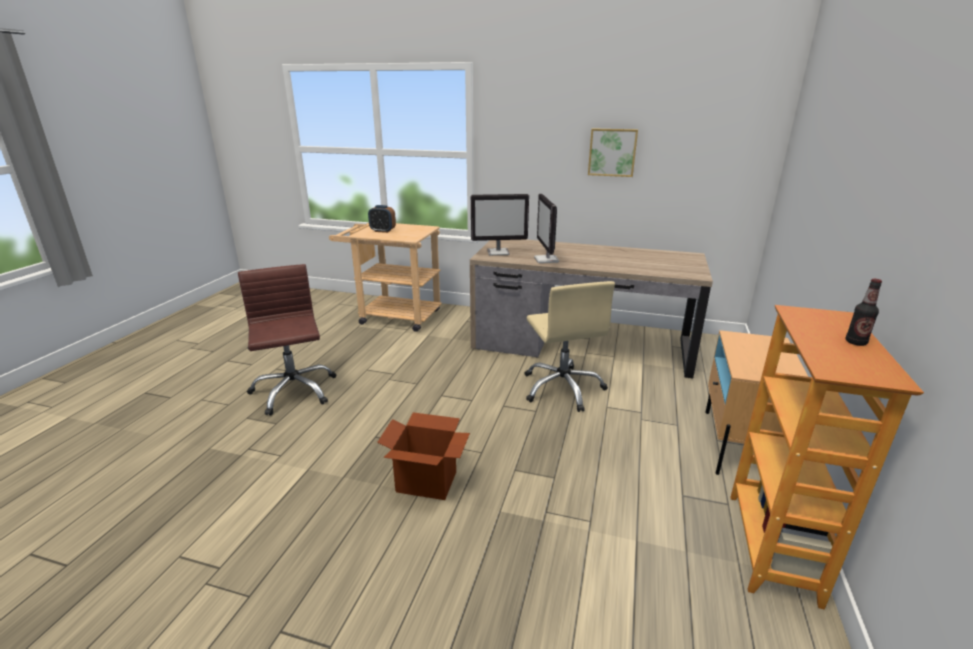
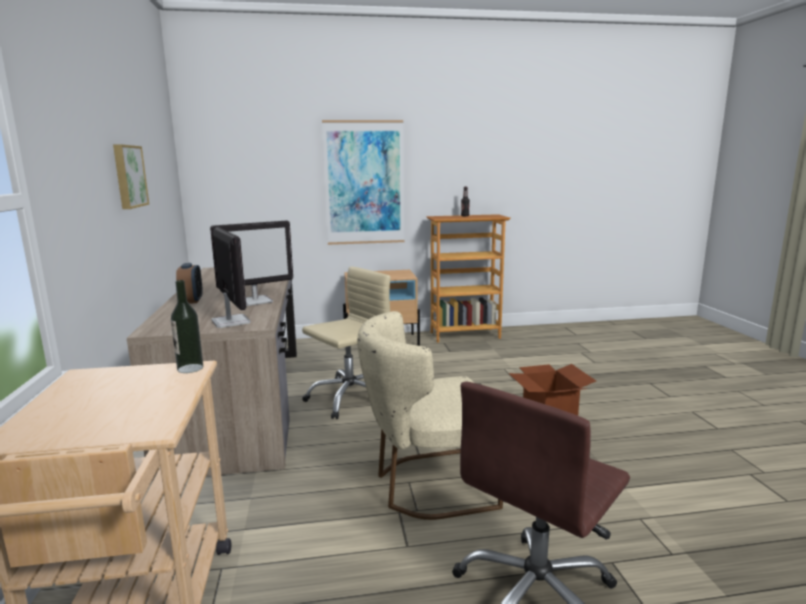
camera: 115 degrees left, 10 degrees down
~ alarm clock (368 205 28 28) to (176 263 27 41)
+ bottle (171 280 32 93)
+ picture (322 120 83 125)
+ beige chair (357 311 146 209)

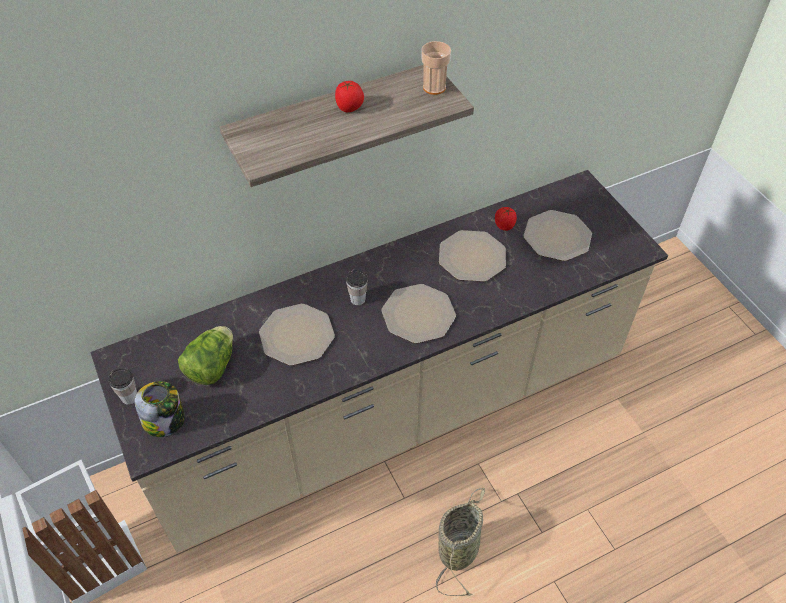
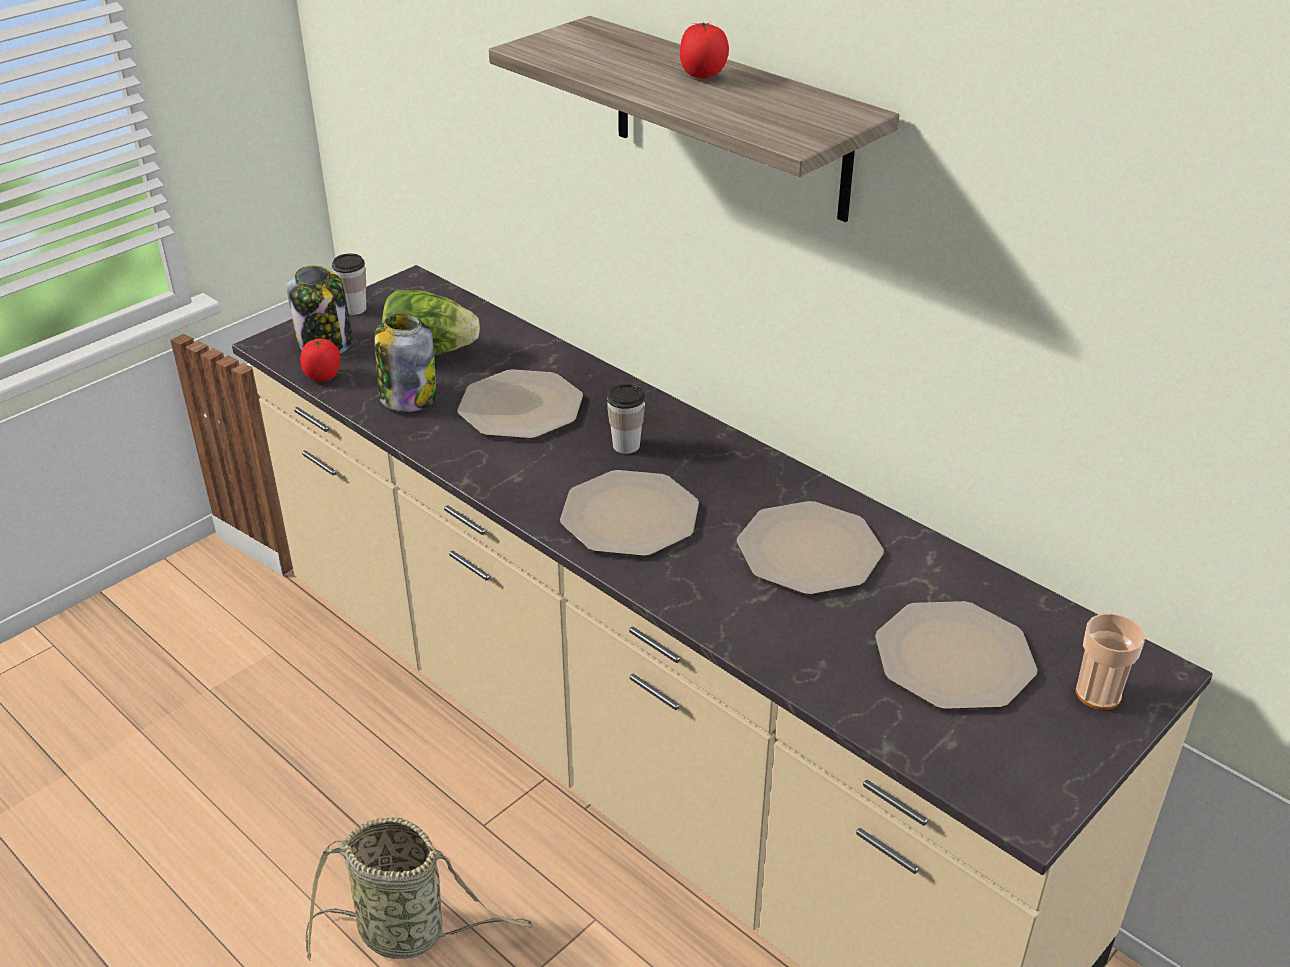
camera: 70 degrees right, 15 degrees down
~ cup (421 41 30 54) to (1075 613 70 97)
~ tomato (495 207 22 24) to (300 338 40 44)
+ jar (375 314 61 98)

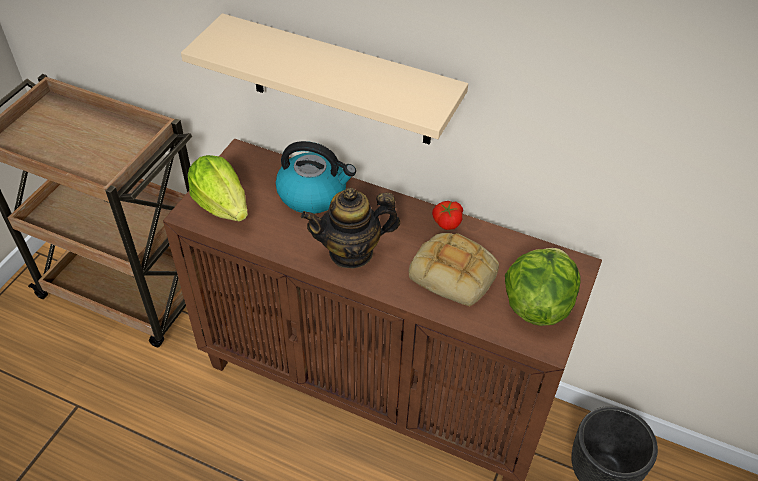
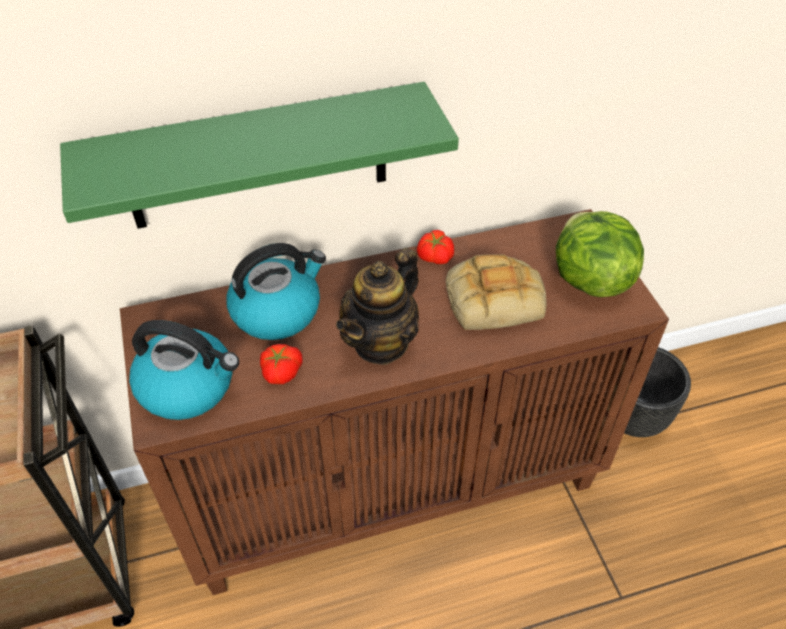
camera: 40 degrees left, 0 degrees up
~ beige shelf (181 13 287 131) to green shelf (60 82 399 147)
~ lettuce (188 155 60 67) to kettle (129 320 110 100)
+ tomato (260 344 43 40)

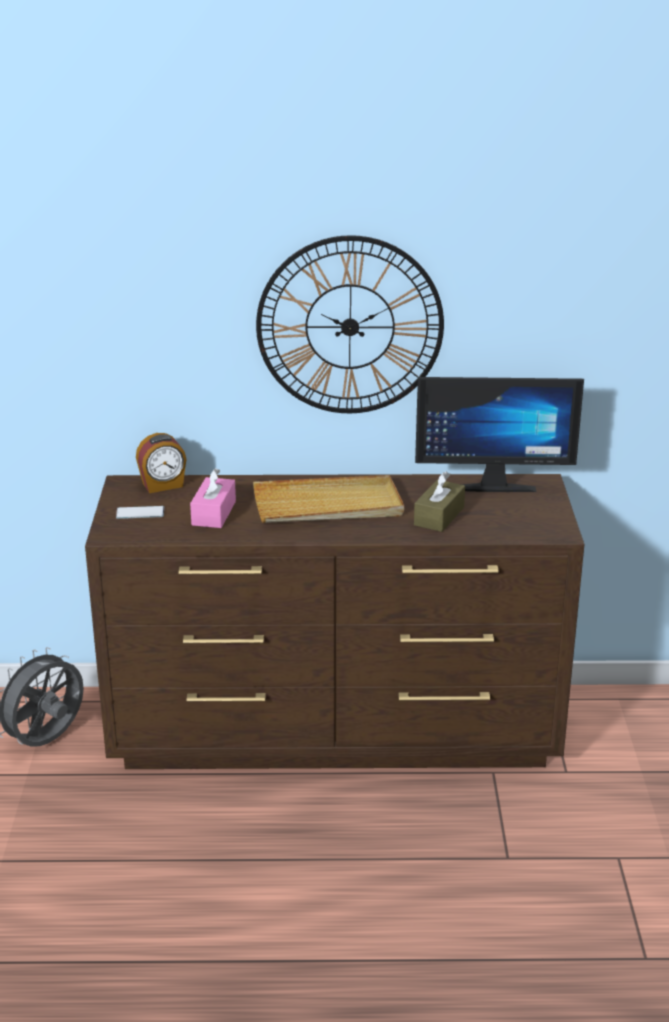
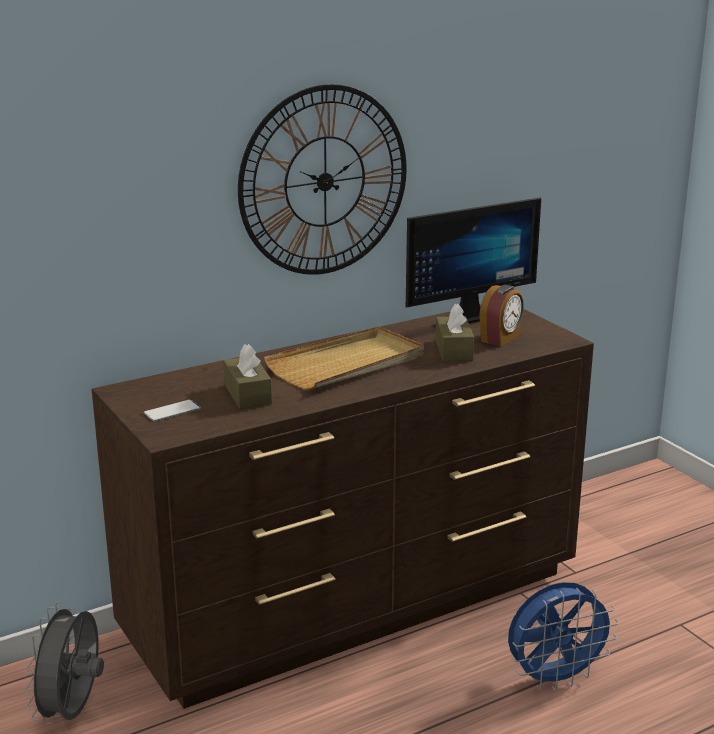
camera: 30 degrees left, 5 degrees down
~ alarm clock (136 433 50 60) to (479 285 45 62)
~ pink tissue box (190 468 46 60) to brown tissue box (223 344 49 65)
+ blue fan (508 582 110 108)

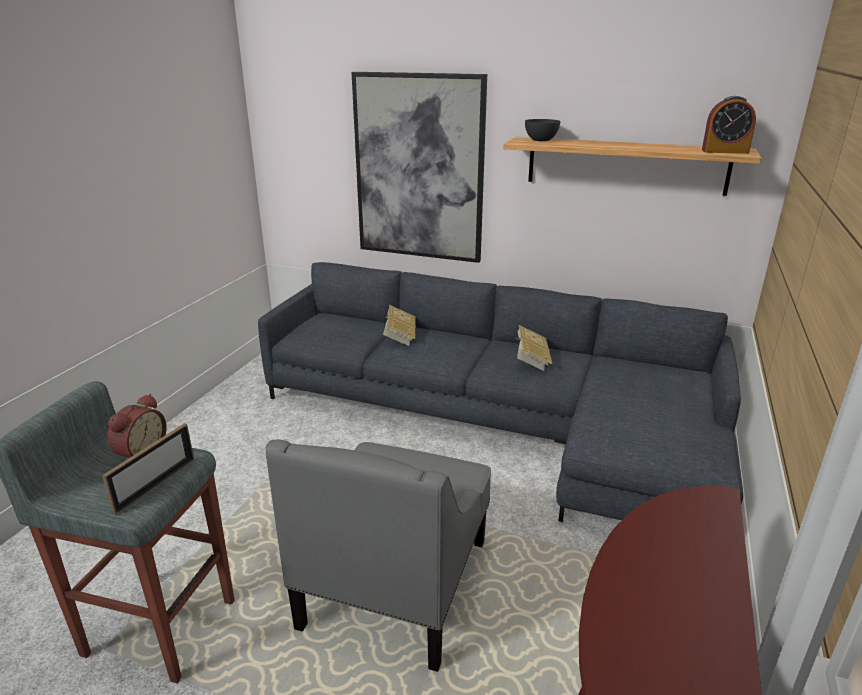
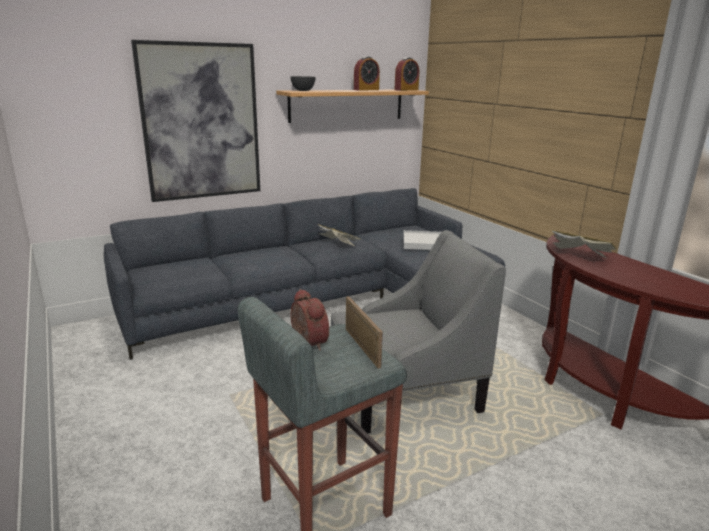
camera: 50 degrees left, 5 degrees down
~ grey armchair (265 439 226 233) = (331 230 175 203) 75 degrees counterclockwise
~ book (383 305 33 41) to (551 230 66 29)
+ alarm clock (354 57 26 34)
+ white tray (403 230 38 20)

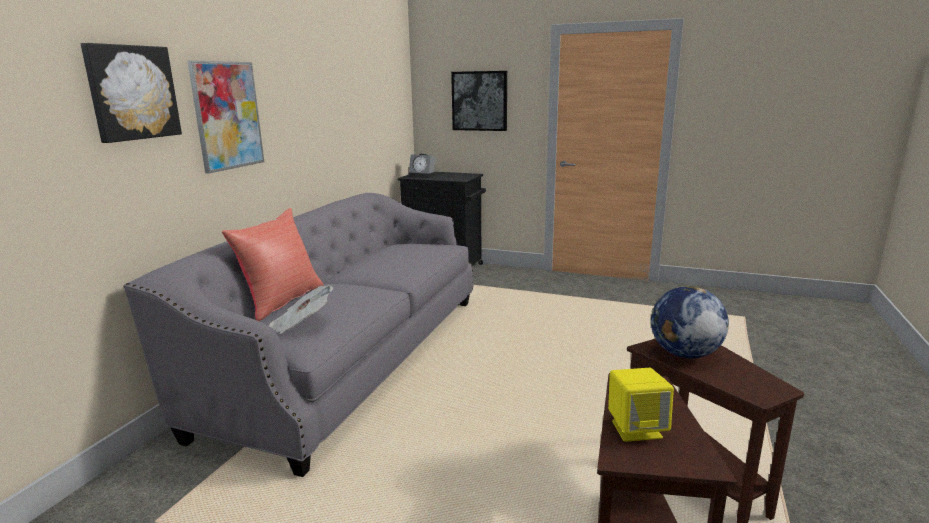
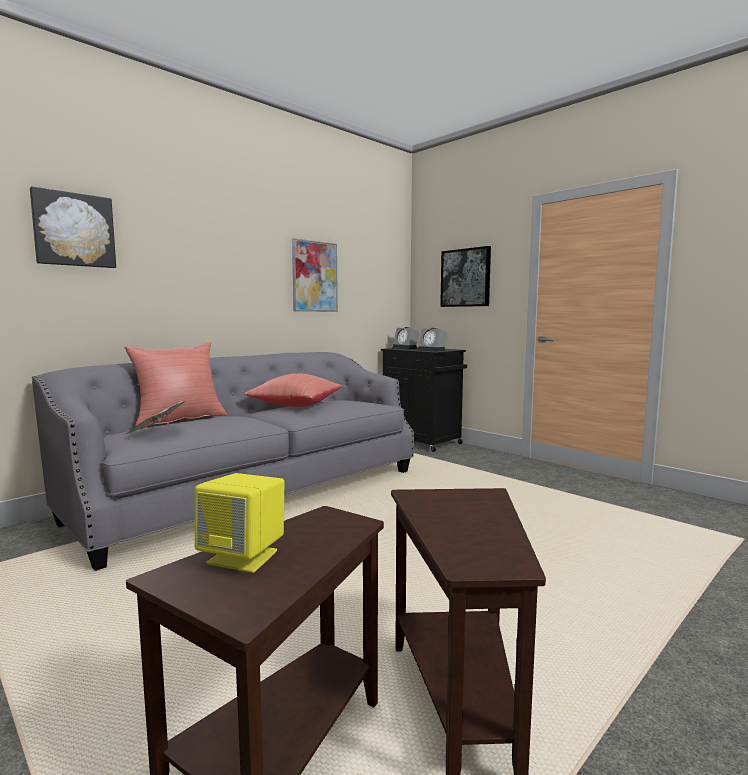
camera: 25 degrees right, 10 degrees down
~ picture (188 60 76 114) to (292 238 46 74)
- globe (651 286 78 72)
+ red pillow (245 373 97 34)
+ alarm clock (417 328 30 24)

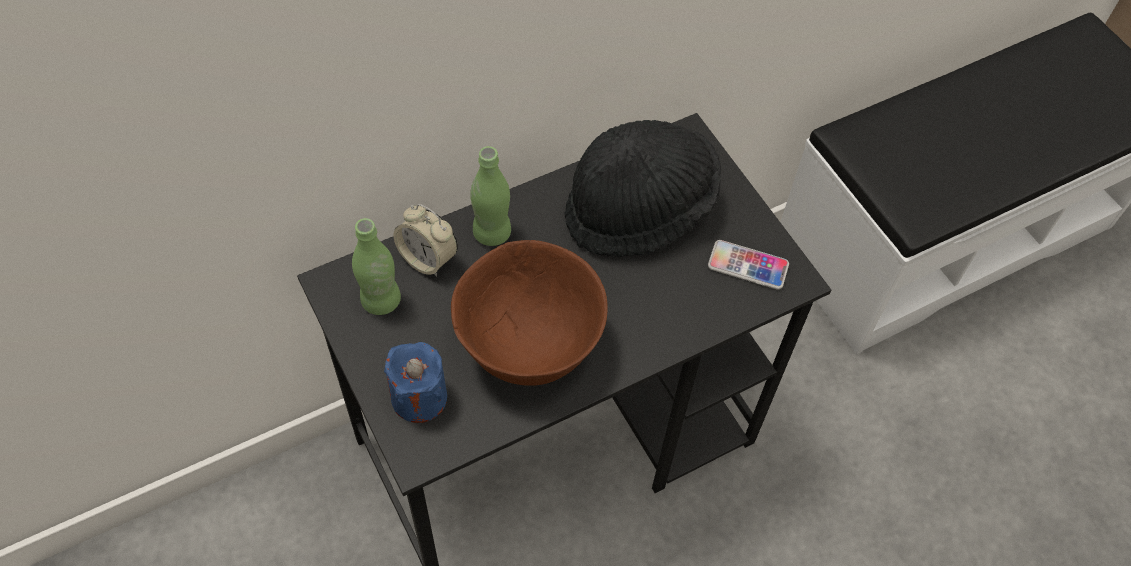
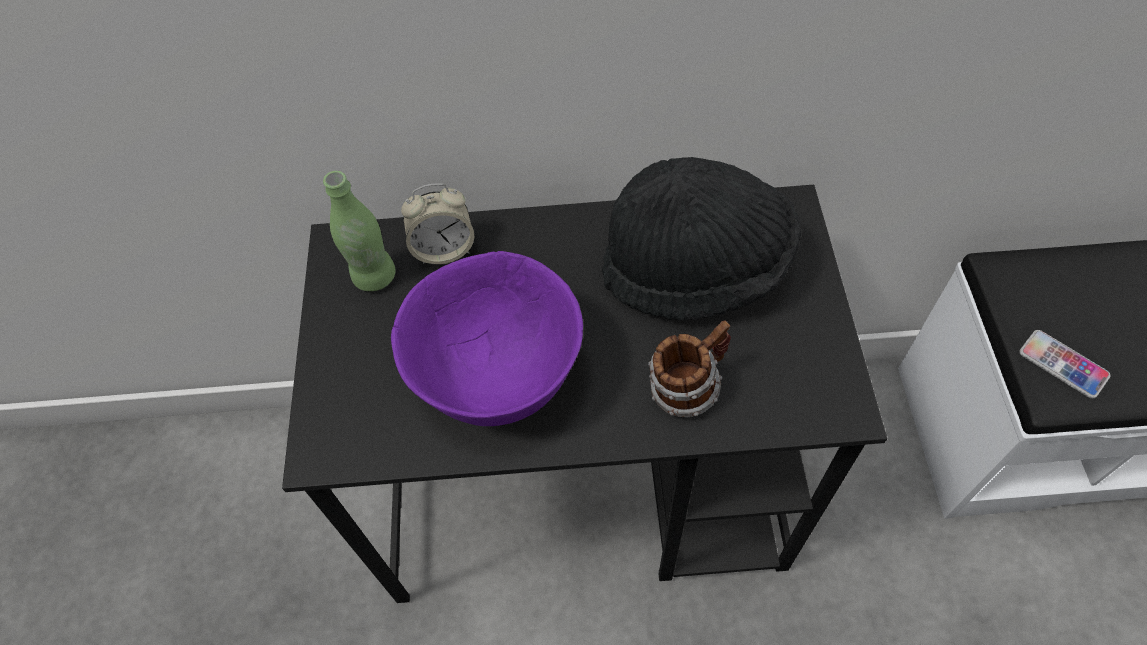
camera: 30 degrees right, 0 degrees up
- blue candle (384 342 63 81)
~ alarm clock (393 204 65 73) = (401 183 73 81) 75 degrees counterclockwise
~ brown bowl (451 240 157 146) to purple bowl (391 251 192 175)
- green bottle (470 146 41 100)
~ phone (708 240 81 49) to (1020 330 91 69)
+ mug (648 320 83 97)

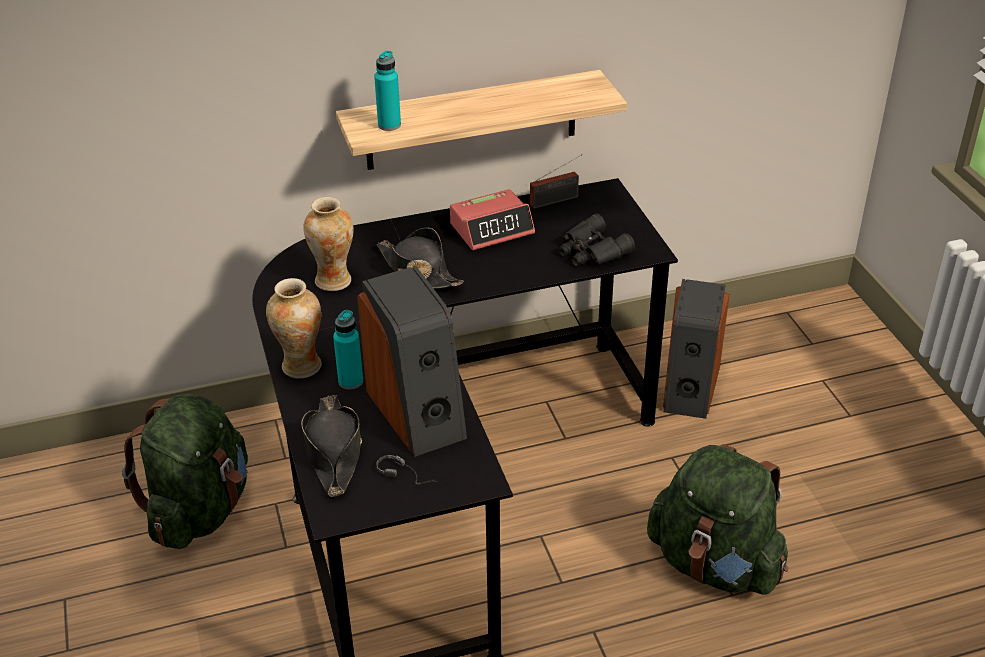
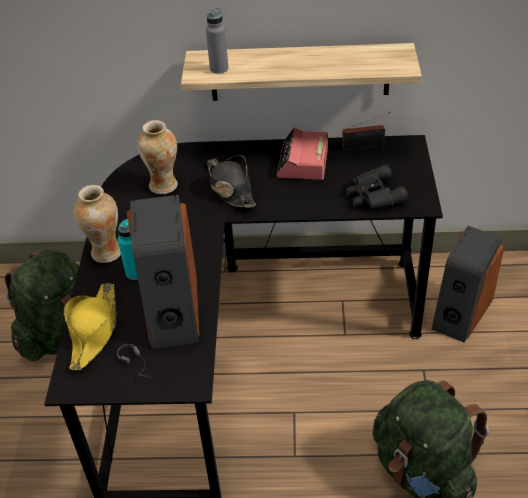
camera: 20 degrees right, 5 degrees up
~ black hat (301 395 61 102) to yellow hat (64 283 53 88)
~ turquoise bottle (374 51 27 80) to grey bottle (206 7 23 67)
~ alarm clock (450 189 85 61) = (277 127 51 53) 105 degrees clockwise

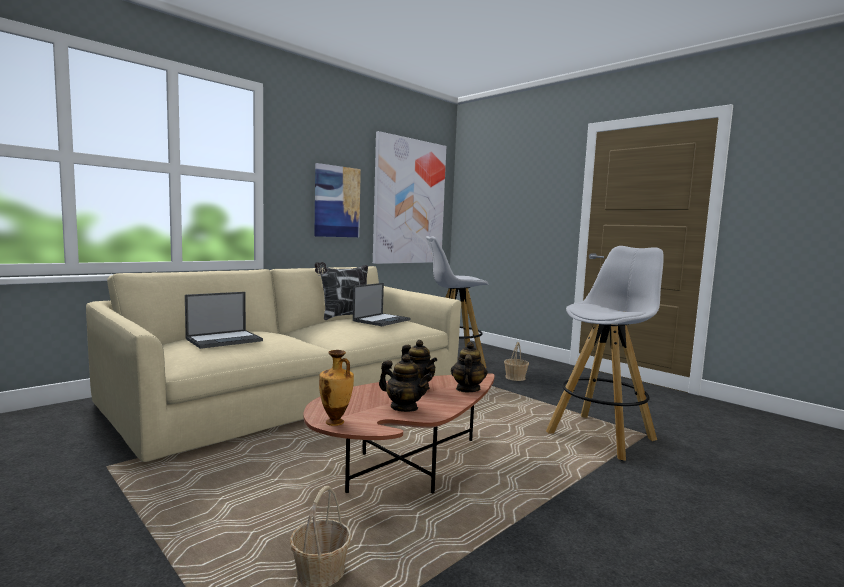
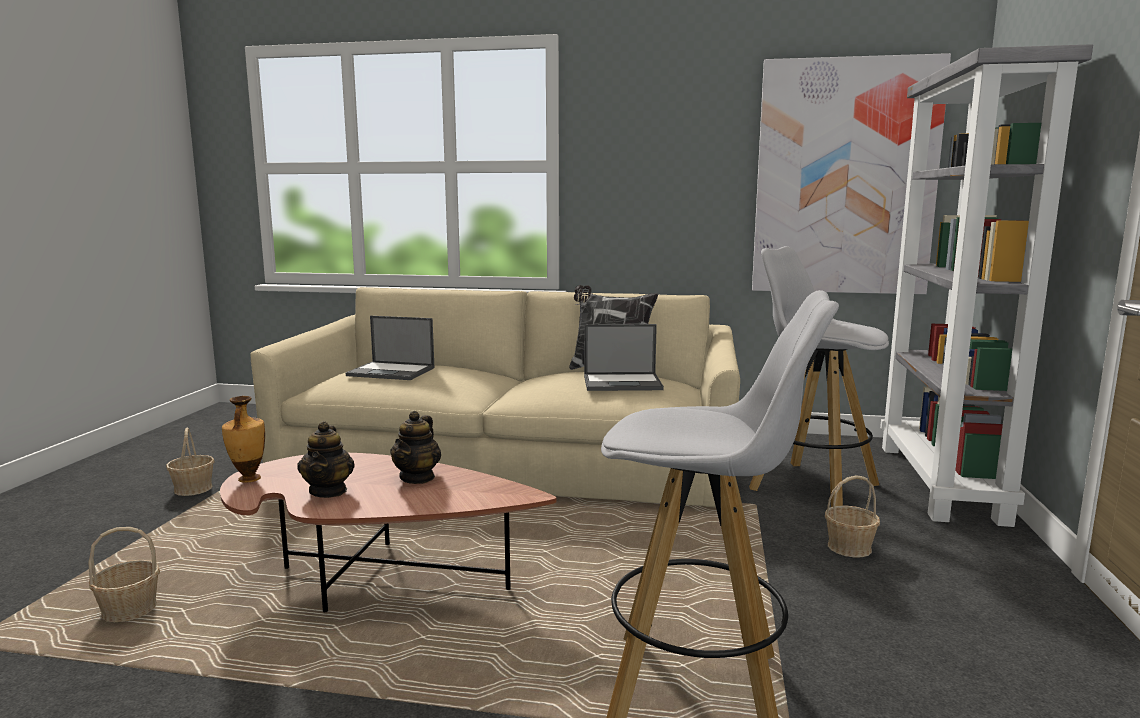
camera: 55 degrees right, 5 degrees up
- picture (314 163 47 74)
- teapot (451 342 37 50)
+ basket (166 428 49 68)
+ grey bookcase (880 44 213 483)

